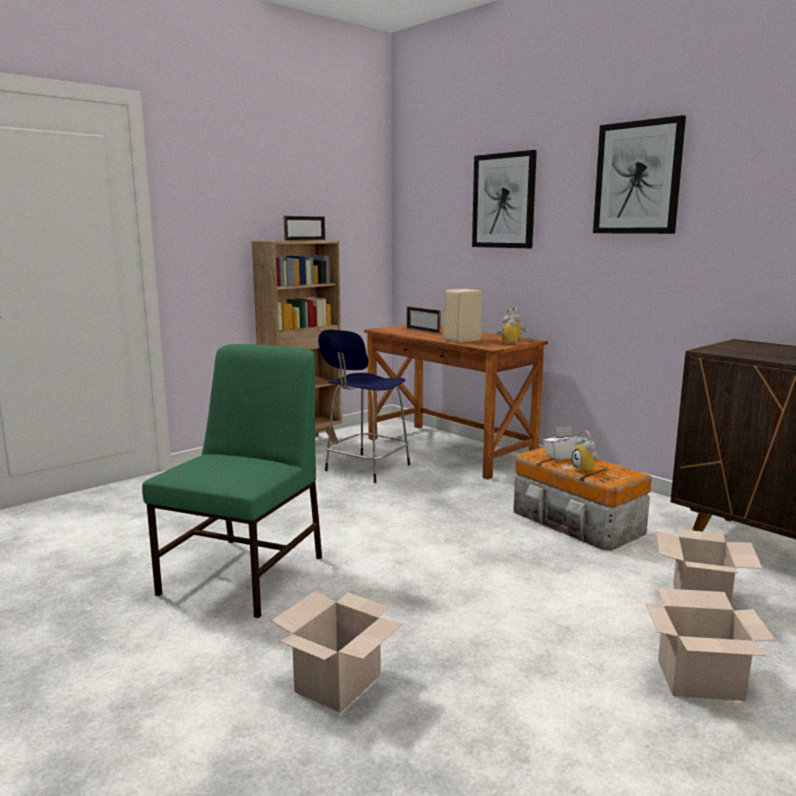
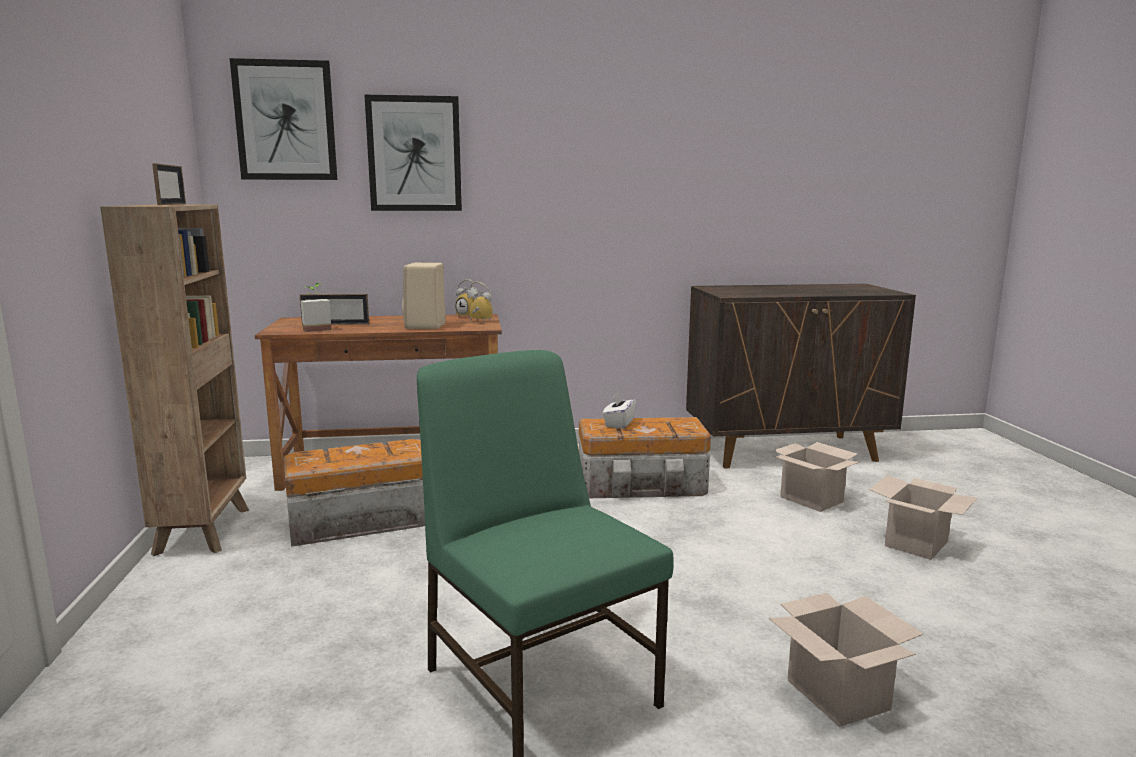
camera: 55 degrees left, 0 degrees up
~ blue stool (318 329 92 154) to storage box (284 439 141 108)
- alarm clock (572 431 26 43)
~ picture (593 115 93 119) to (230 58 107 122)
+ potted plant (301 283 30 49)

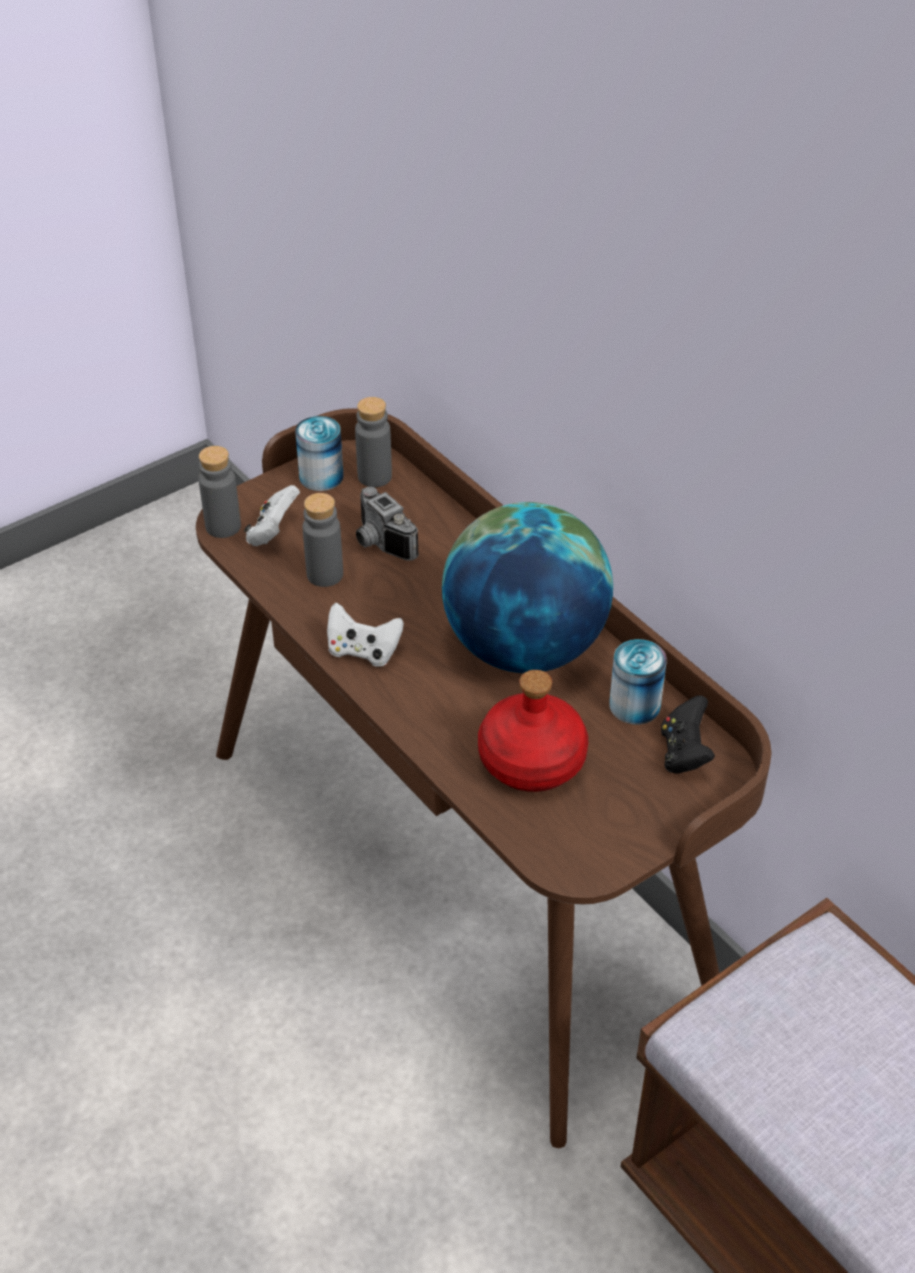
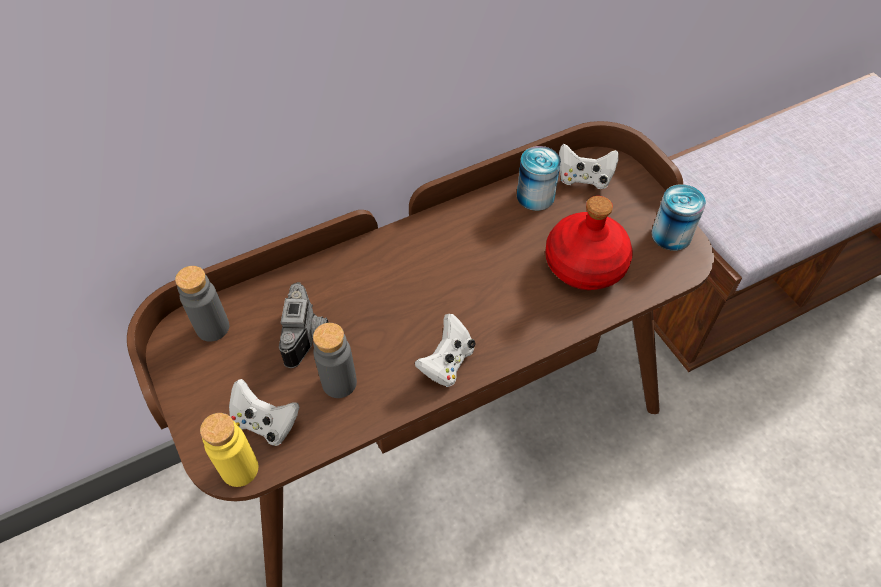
camera: 80 degrees left, 10 degrees up
~ grey bottle (199 446 42 92) to yellow bottle (200 413 59 74)
~ can (295 416 49 75) to (651 184 55 67)
~ photo camera (356 487 63 74) = (279 282 49 86) 60 degrees counterclockwise
- globe (442 502 171 171)
~ black game controller (661 695 54 79) to white game controller (559 144 60 45)

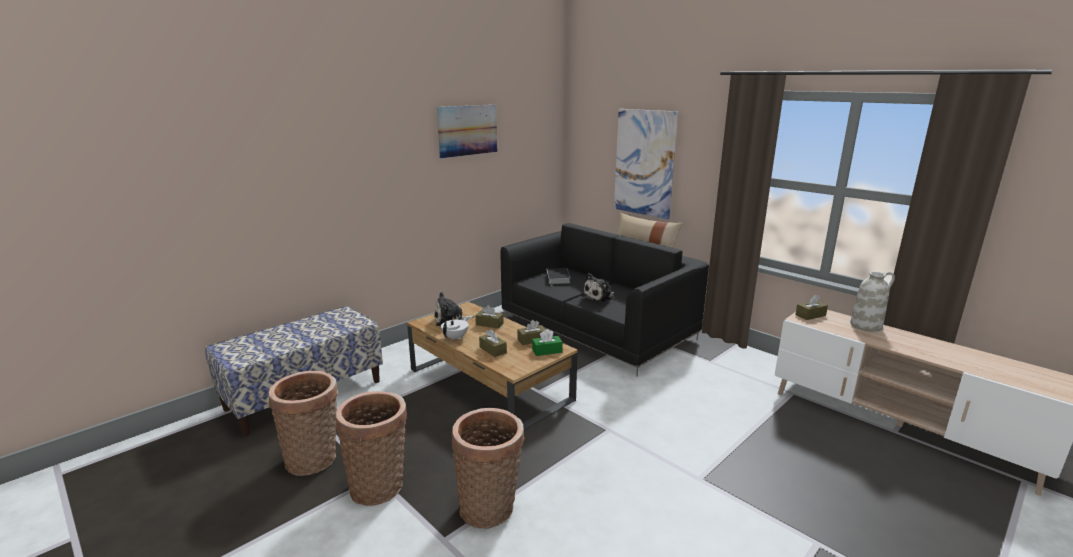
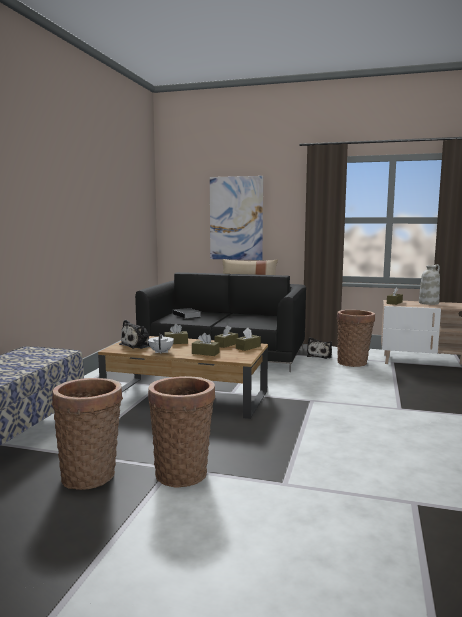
camera: 30 degrees left, 10 degrees down
- picture (437 105 60 53)
~ basket (451 408 74 121) to (337 310 38 57)
~ green tissue box (532 329 31 27) to brown tissue box (236 328 25 23)
~ plush toy (582 273 33 30) to (307 337 25 22)

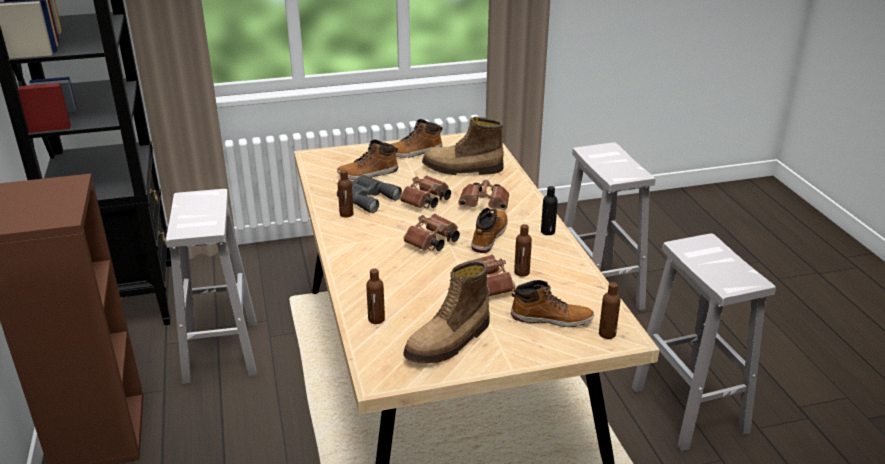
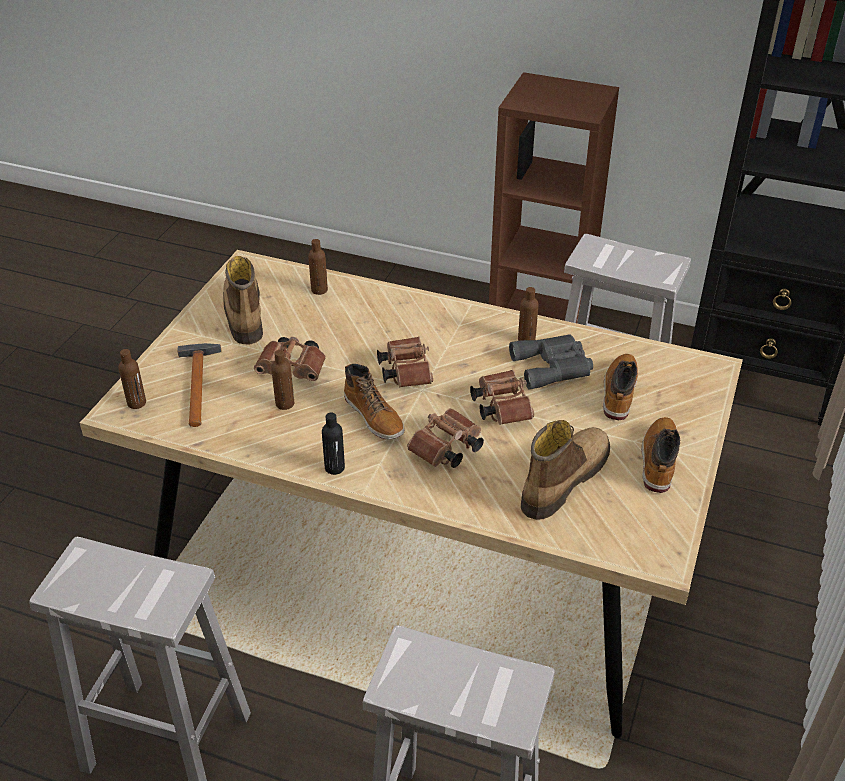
camera: 125 degrees right, 10 degrees up
~ boot (511 280 83 47) to hammer (177 343 45 84)

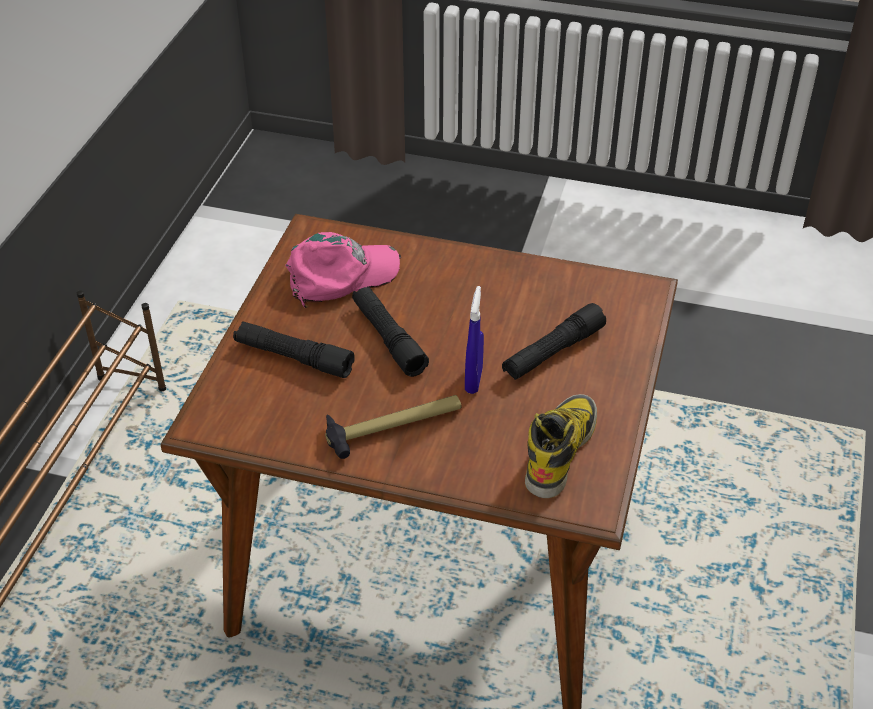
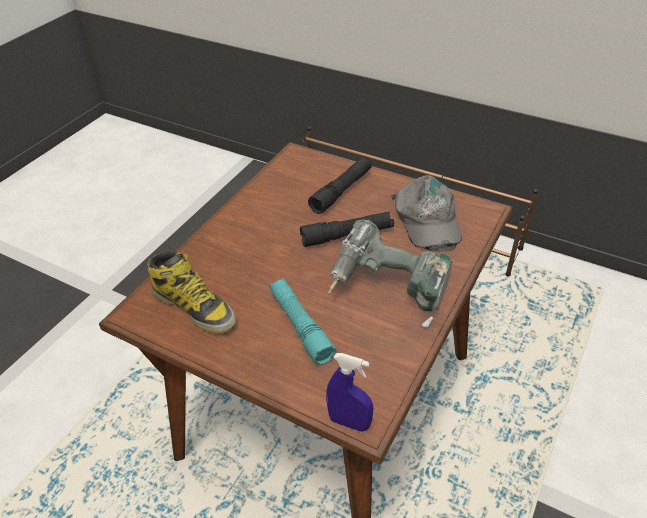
camera: 105 degrees right, 0 degrees up
~ pink cap (285 232 116 76) to grey cap (391 175 71 77)
- hammer (325 395 136 64)
~ blue spray bottle (465 286 19 108) to (326 353 47 79)
~ black flashlight (502 303 104 77) to turquoise flashlight (269 279 67 86)
+ power drill (328 220 124 108)

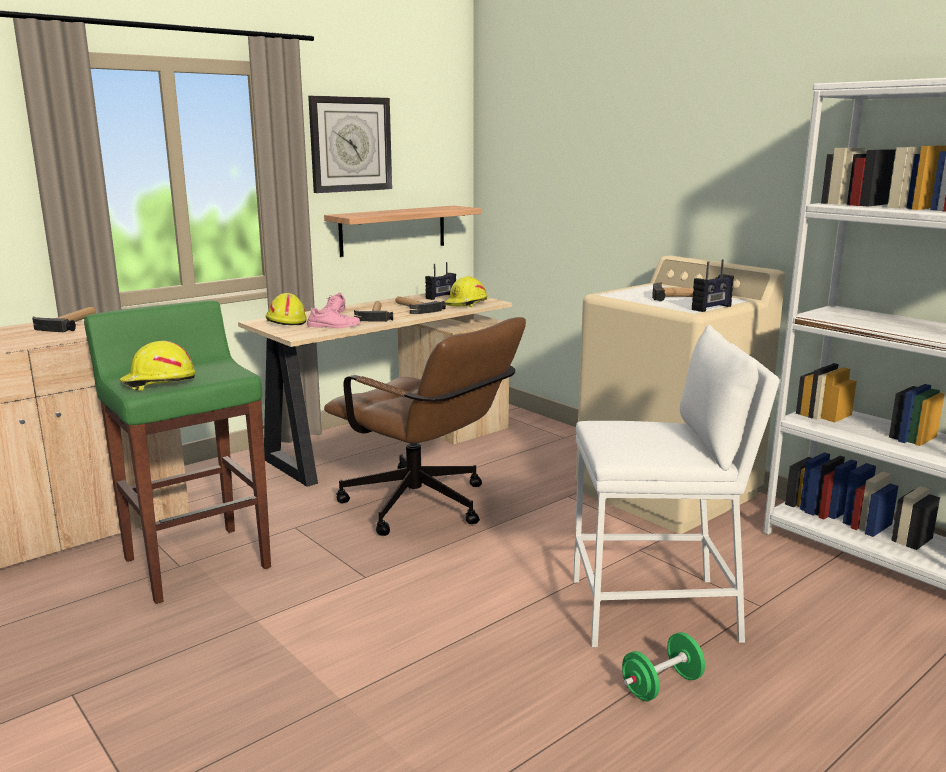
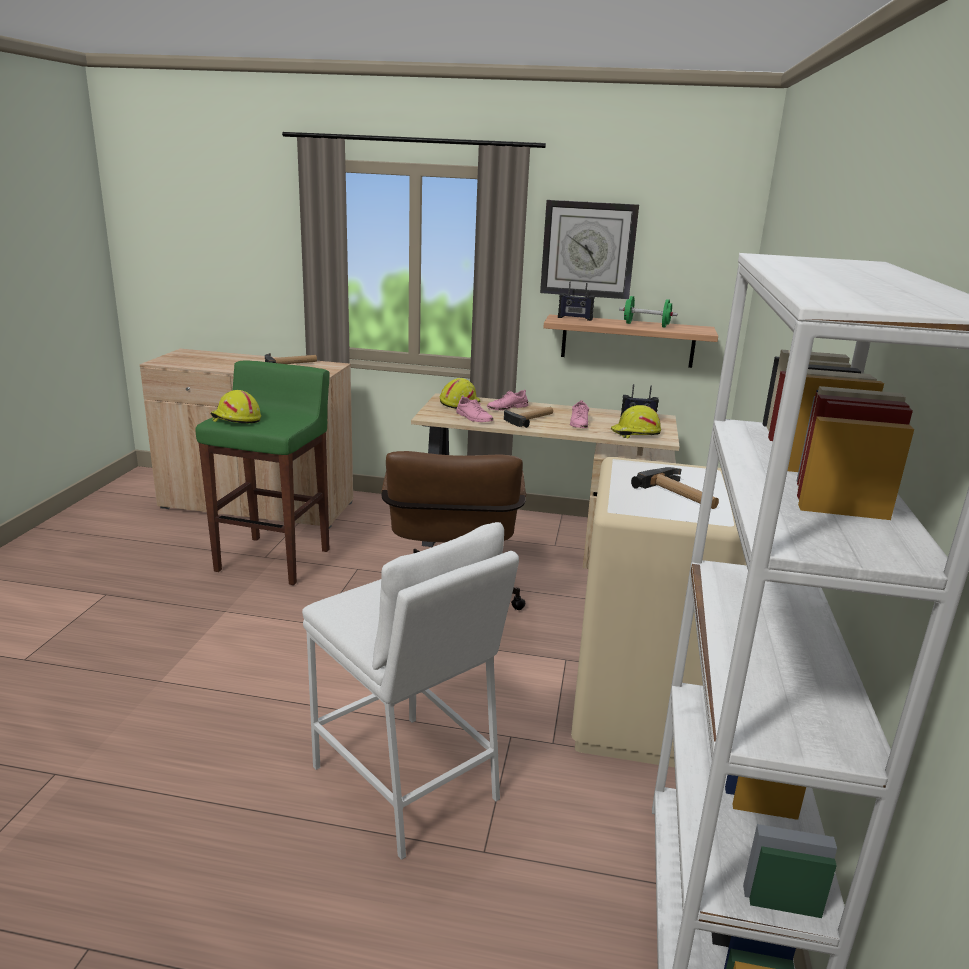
camera: 50 degrees right, 5 degrees up
~ hammer (396 296 50 18) to pink shoe (570 400 19 28)
~ green dumbbell (622 632 83 69) to (619 296 58 32)
~ radio (692 259 42 53) to (558 282 37 39)

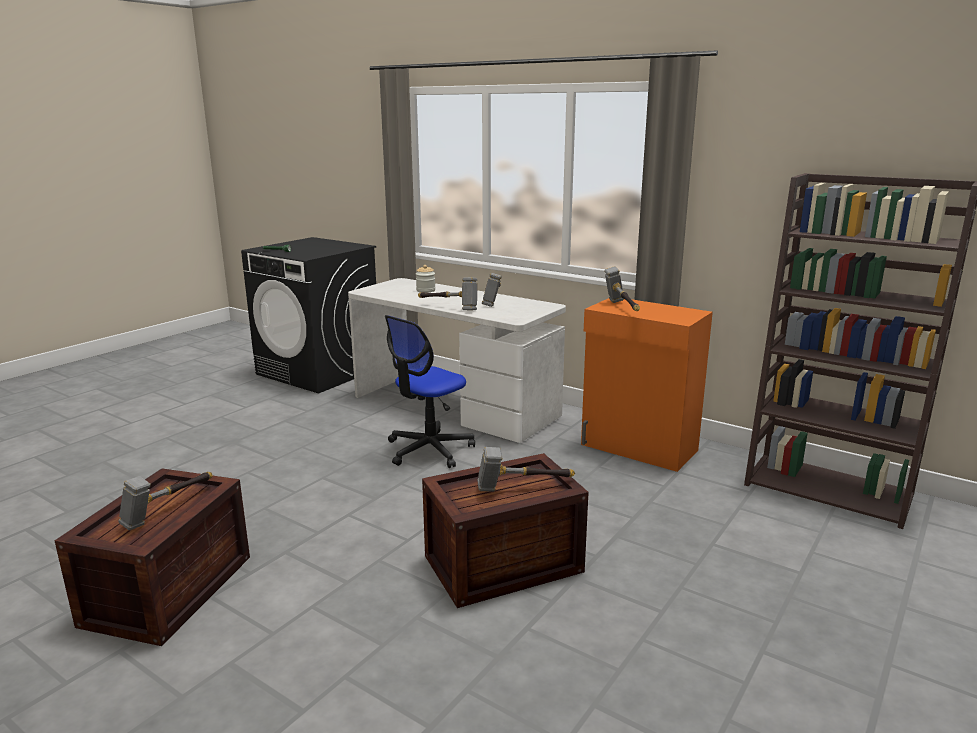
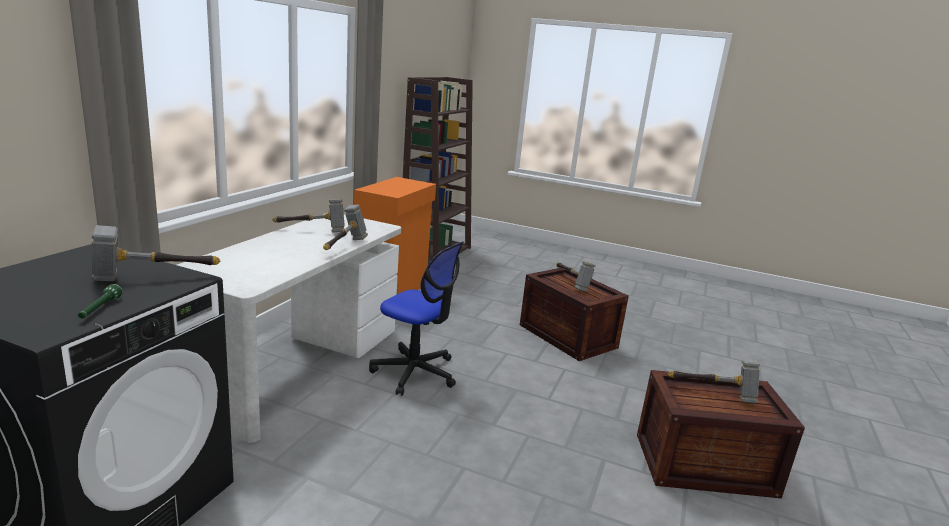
camera: 105 degrees left, 0 degrees up
- jar (416 265 20 28)
~ hammer (604 266 36 45) to (92 225 128 56)

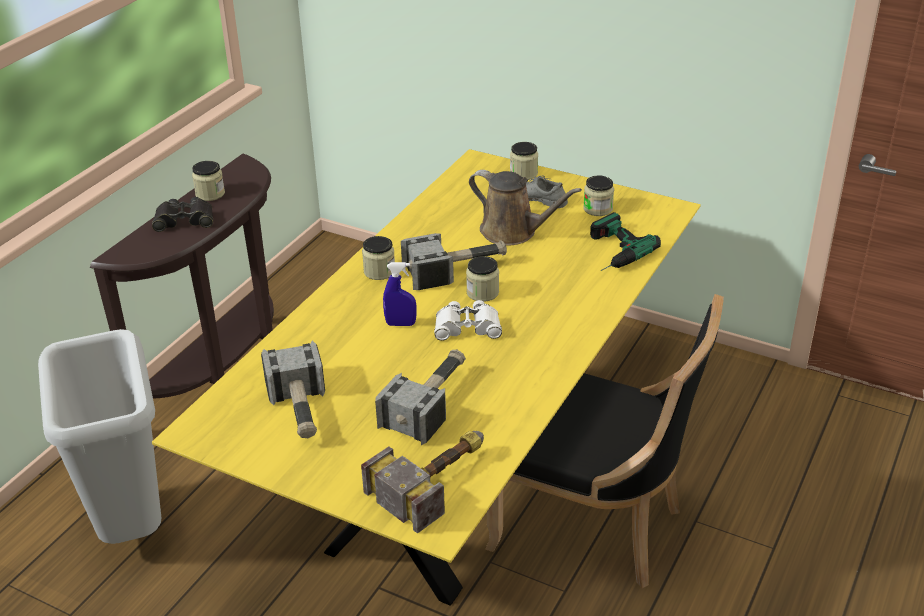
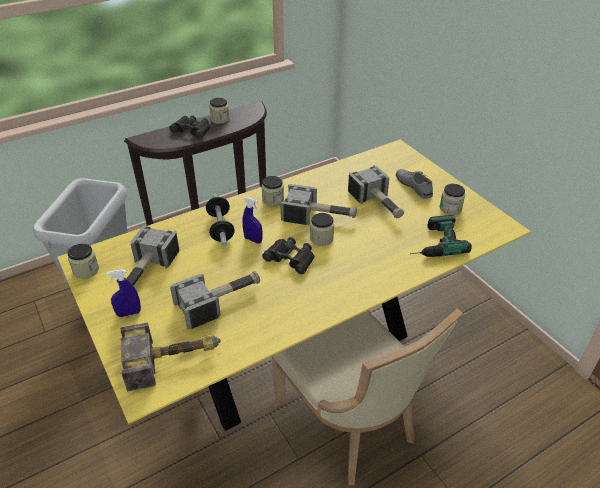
camera: 30 degrees right, 5 degrees up
~ white binoculars (434 300 68 41) to black binoculars (262 237 53 37)
~ brown watering can (469 170 113 76) to hammer (348 165 56 53)
~ black chair (485 294 239 294) to beige chair (272 308 191 177)
~ jar (510 142 28 38) to (67 244 32 35)
+ blue spray bottle (106 269 35 48)
+ dumbbell (206 194 29 52)

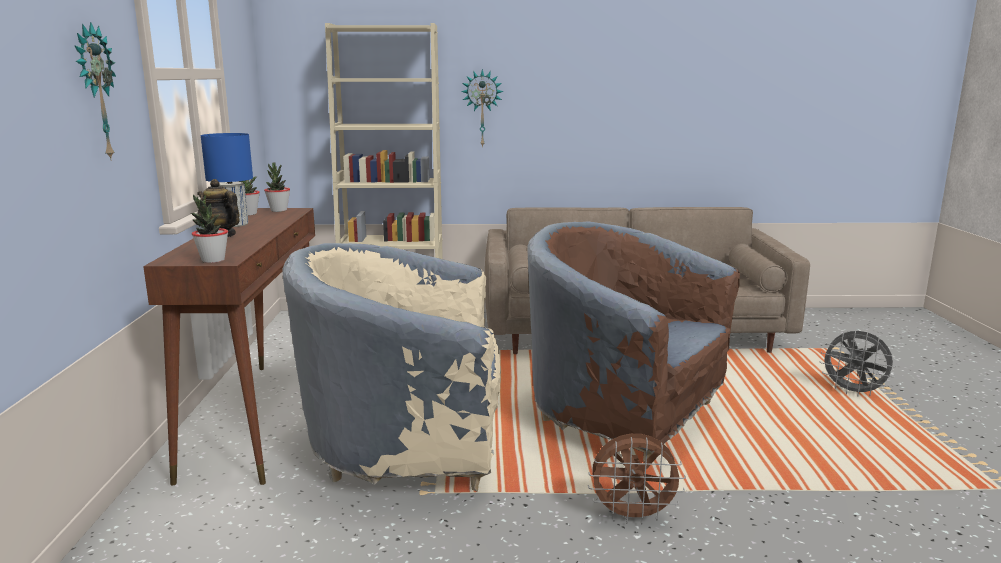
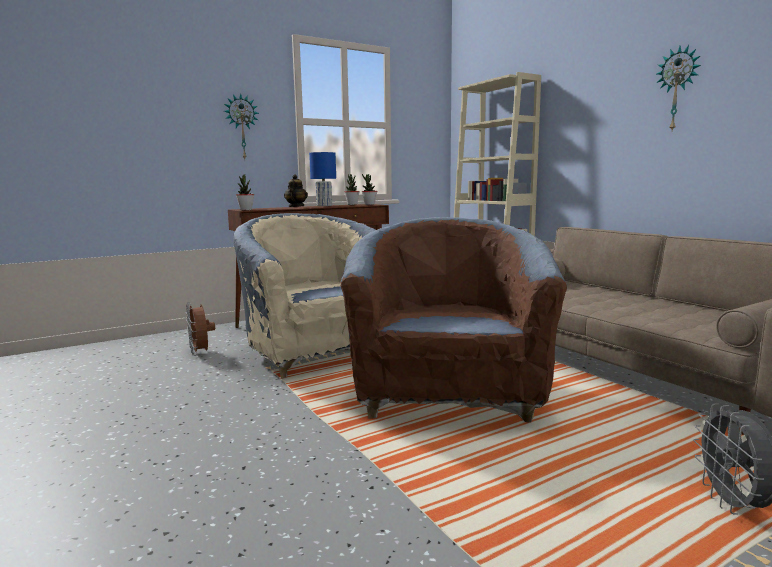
camera: 60 degrees right, 5 degrees down
~ wall clock (461 69 43 79) to (656 45 45 86)
~ brown fan (588 434 98 91) to (186 302 29 54)

